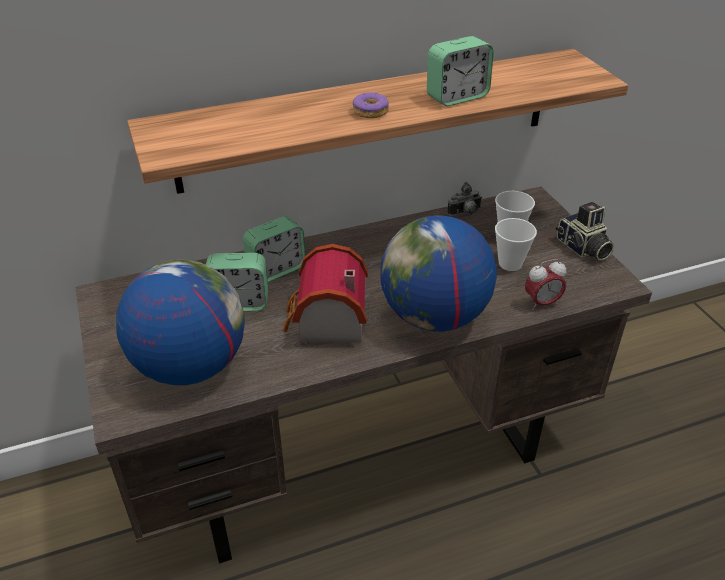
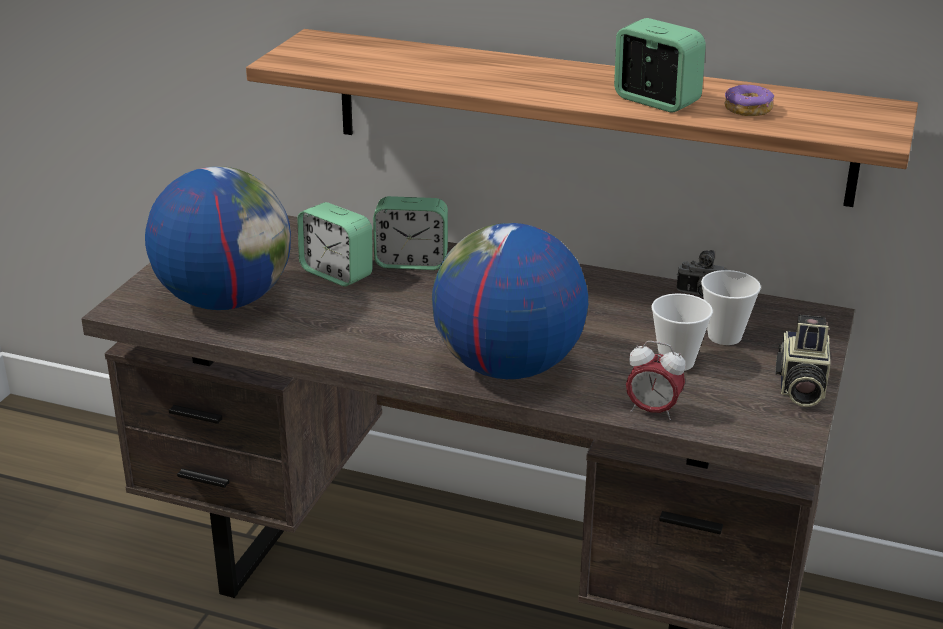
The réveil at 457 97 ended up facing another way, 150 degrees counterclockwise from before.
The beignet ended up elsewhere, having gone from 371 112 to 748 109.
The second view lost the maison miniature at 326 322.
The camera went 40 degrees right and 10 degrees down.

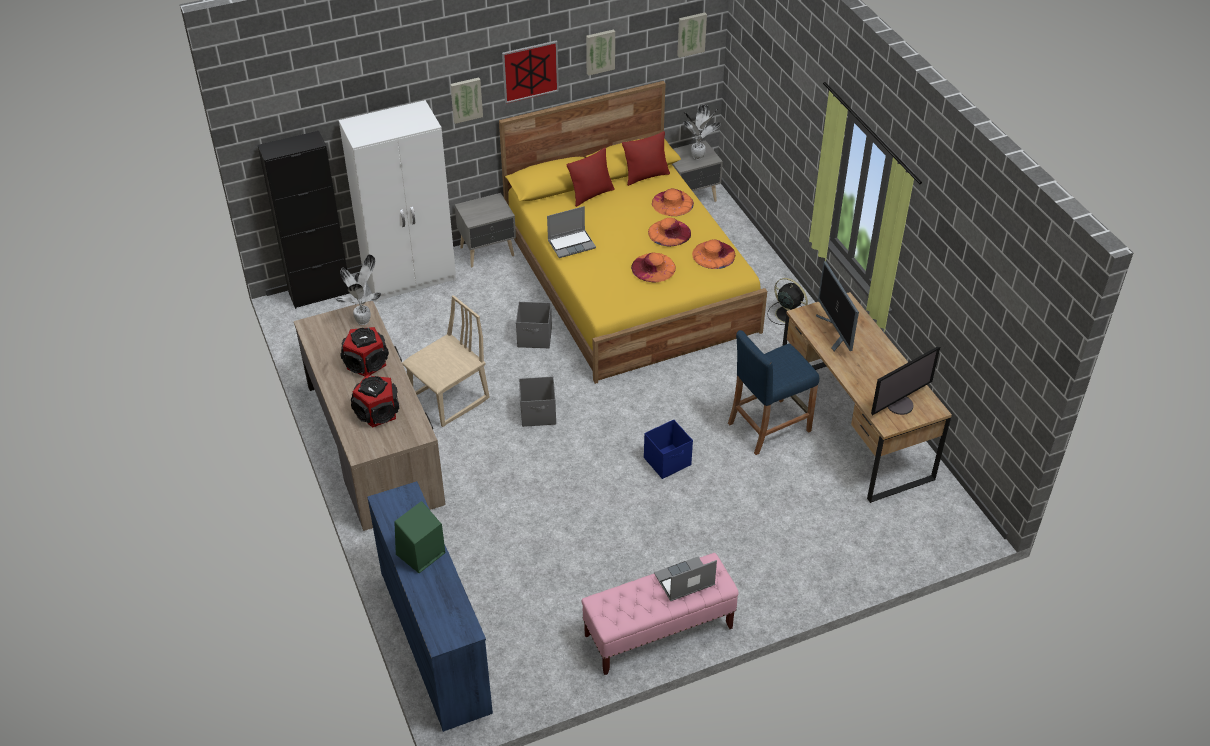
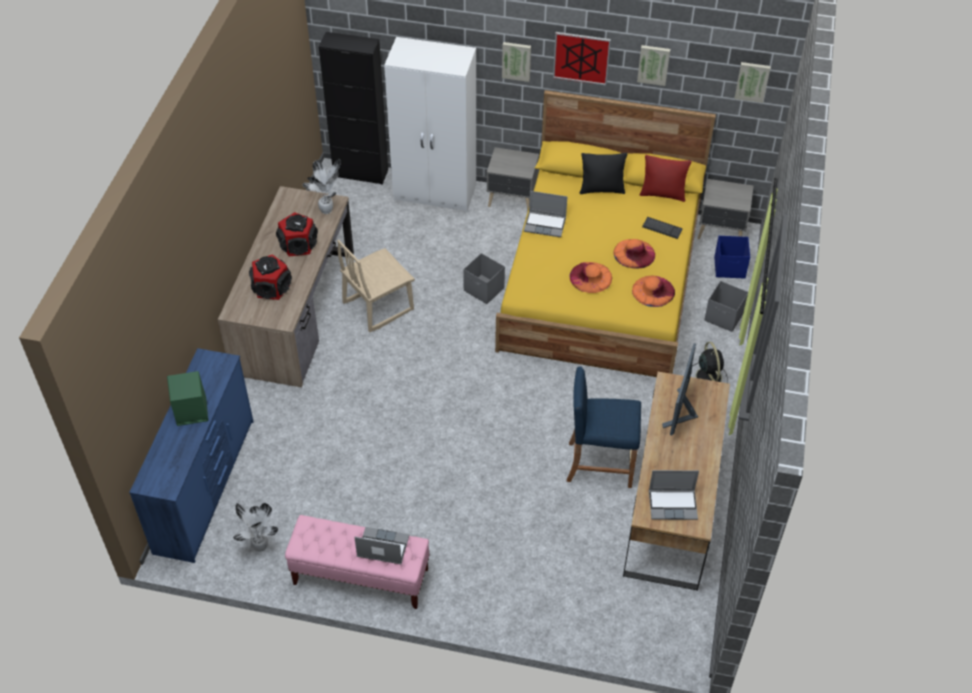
The plante en pot ended up elsewhere, having gone from 698 157 to 260 548.
What was the coussin/rouge at 591 195 turned into the coussin/noir at 601 189.
Where the chapeau/orange stood at 672 203, the clavier came to stand at 662 228.
The chaise/beige at 450 399 ended up facing another way, 150 degrees clockwise from before.
Where the écran d'ordinateur stood at 899 404, the ordinateur portable came to stand at 673 504.
The boîte de rangement/gris ended up elsewhere, having gone from 538 414 to 724 317.
The boîte de rangement/bleu ended up elsewhere, having gone from 668 461 to 730 268.
The camera went 35 degrees right and 5 degrees up.

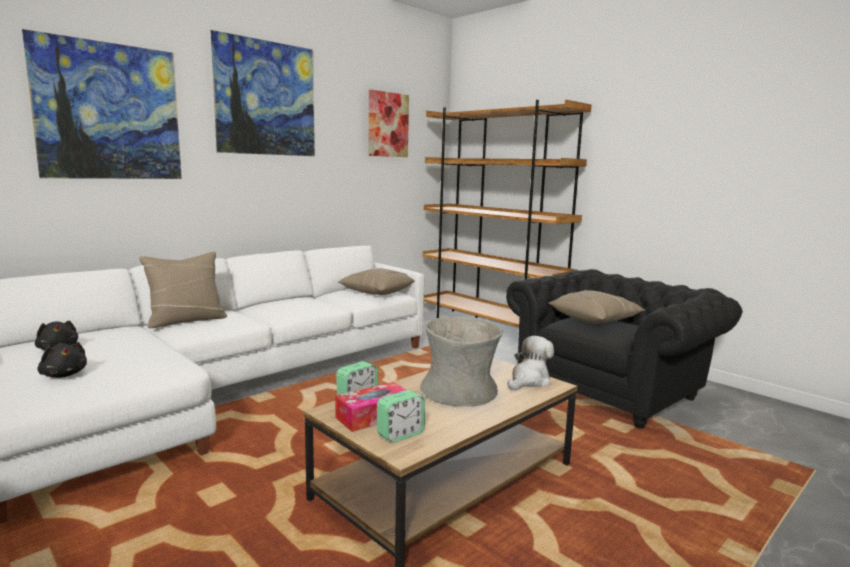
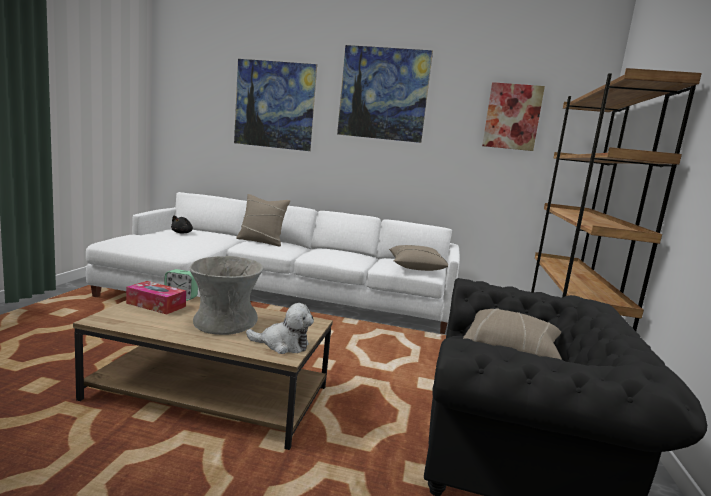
The second view lost the peluche/noir at 64 375.
The second view lost the réveil at 400 434.
The camera went 55 degrees right and 0 degrees up.

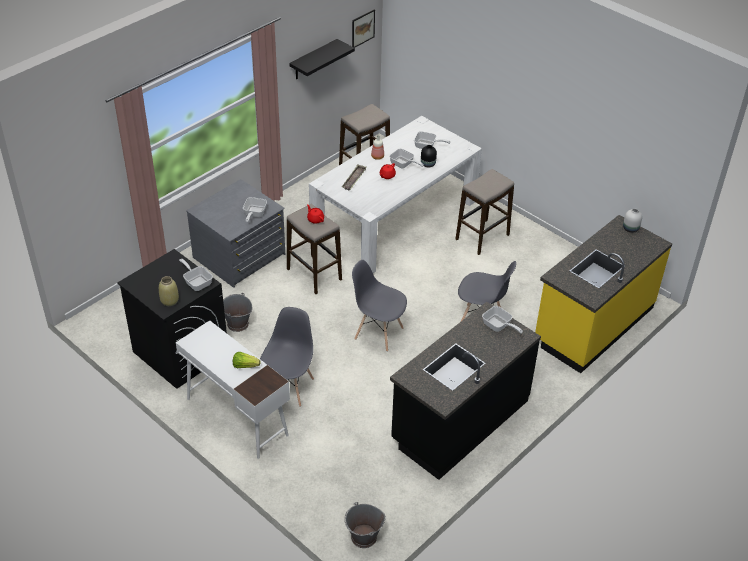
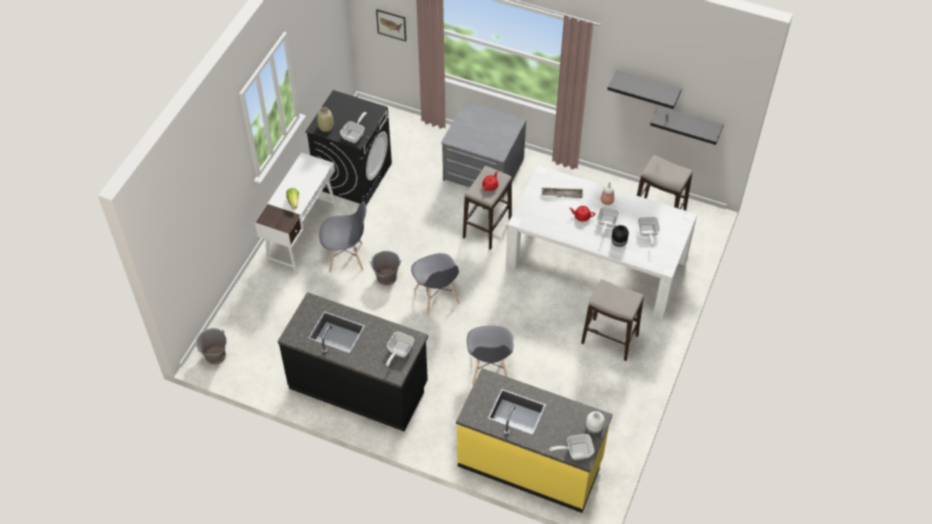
The tableau ended up elsewhere, having gone from 363 28 to 391 24.
The poêle ended up elsewhere, having gone from 254 214 to 575 451.
The chaise/gris at 378 333 ended up facing another way, 150 degrees clockwise from before.
The seau/gris ended up elsewhere, having gone from 237 324 to 386 277.
The second view gained the étagère/noir at 689 122.
The camera went 70 degrees right and 10 degrees up.

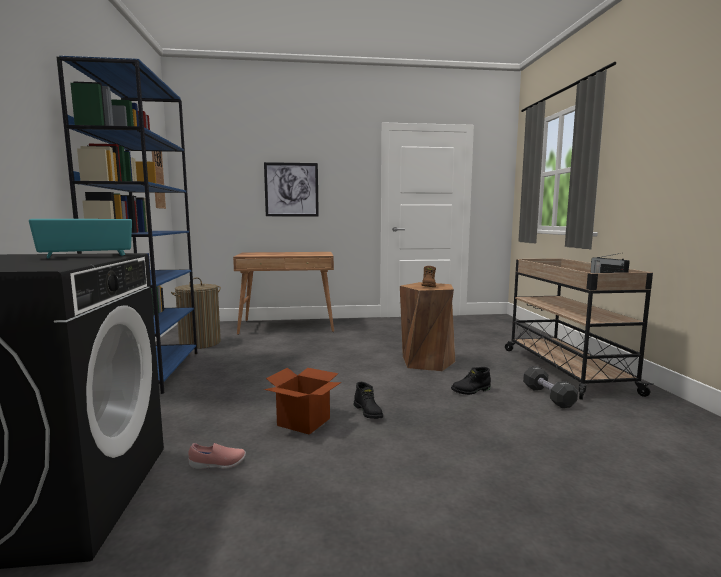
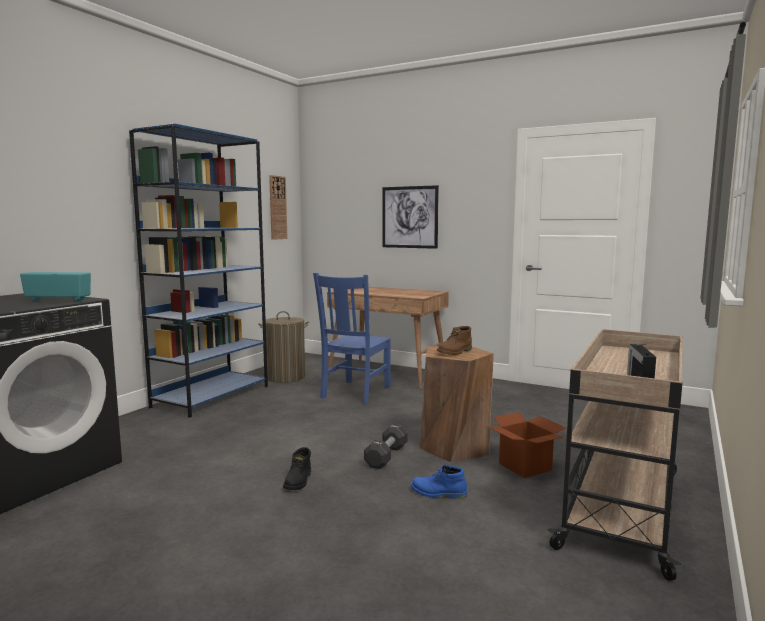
The haltère/noir ended up elsewhere, having gone from 548 396 to 386 456.
What was the botte/noir at 471 391 turned into the botte/bleu at 438 493.
The carton ended up elsewhere, having gone from 303 422 to 524 467.
The second view lost the chaussure/rose at 217 465.
The second view gained the chaise/bleu at 355 393.
The camera went 35 degrees right and 0 degrees up.

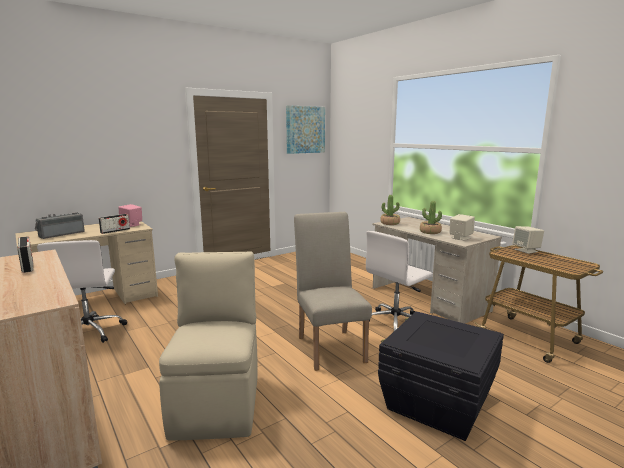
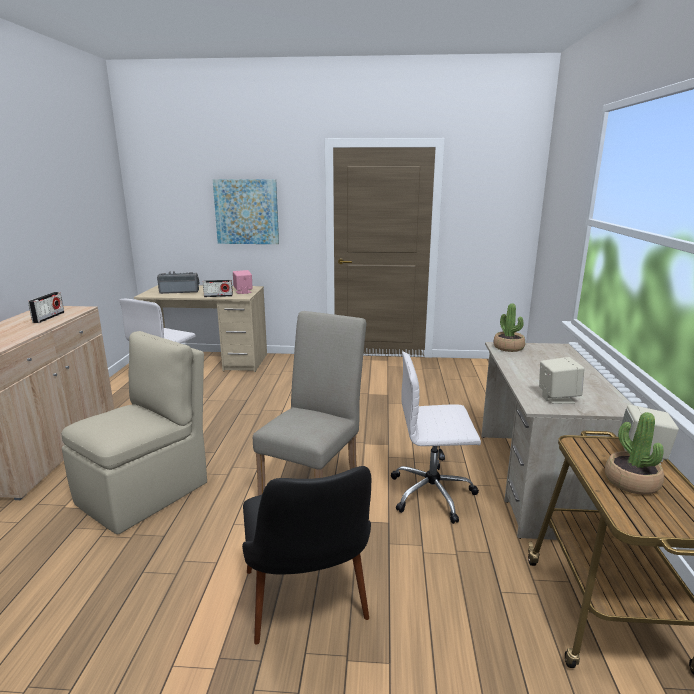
The tableau ended up elsewhere, having gone from 305 129 to 246 212.
The plante en pot ended up elsewhere, having gone from 430 232 to 631 482.
Where the boîte de rangement/noir stood at 436 403, the chaise/noir came to stand at 309 612.
The camera went 40 degrees right and 5 degrees up.

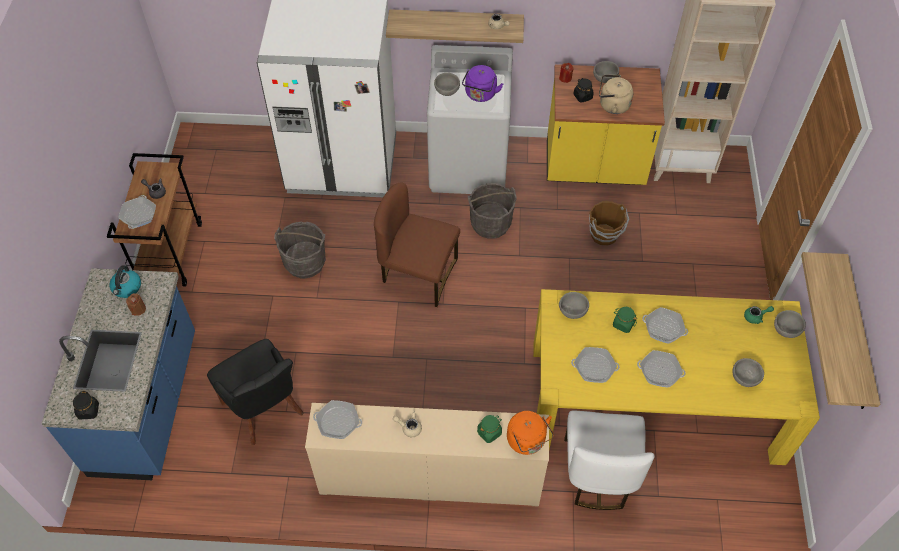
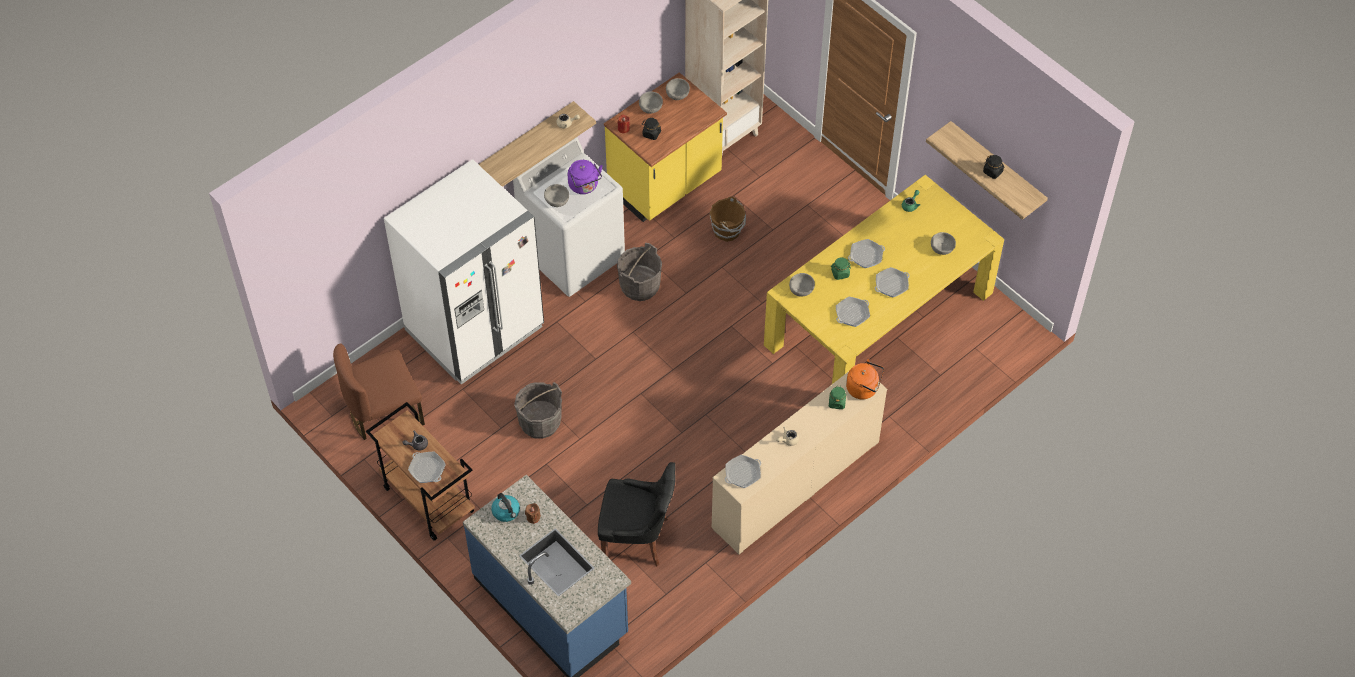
The second view lost the bouilloire/beige at 612 105.
The chaise/marron ended up elsewhere, having gone from 418 274 to 384 412.
The bol/gris ended up elsewhere, having gone from 787 330 to 678 94.
The bocal/noir ended up elsewhere, having gone from 88 411 to 993 172.
The second view lost the chaise/blanc at 598 473.
The camera went 45 degrees left and 0 degrees up.

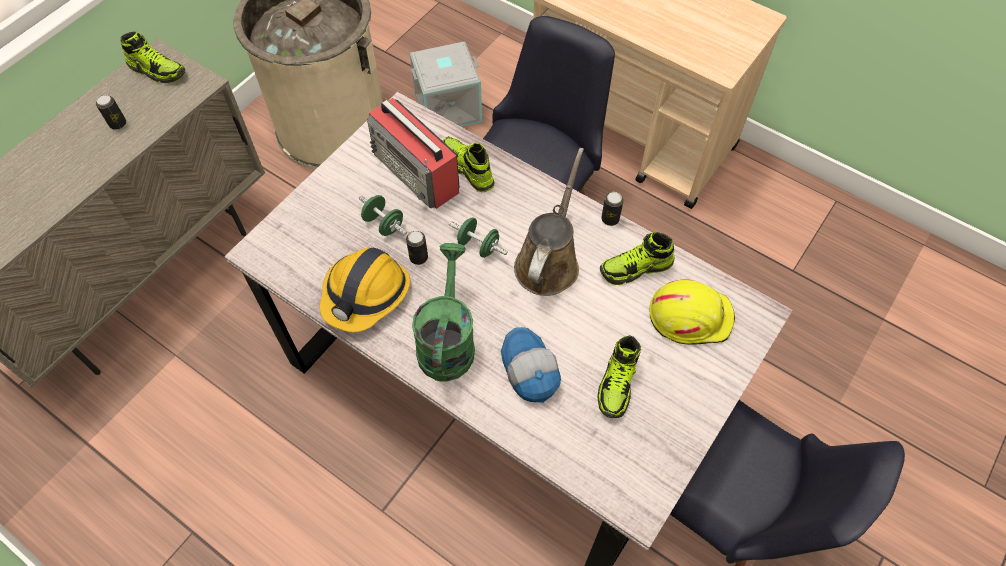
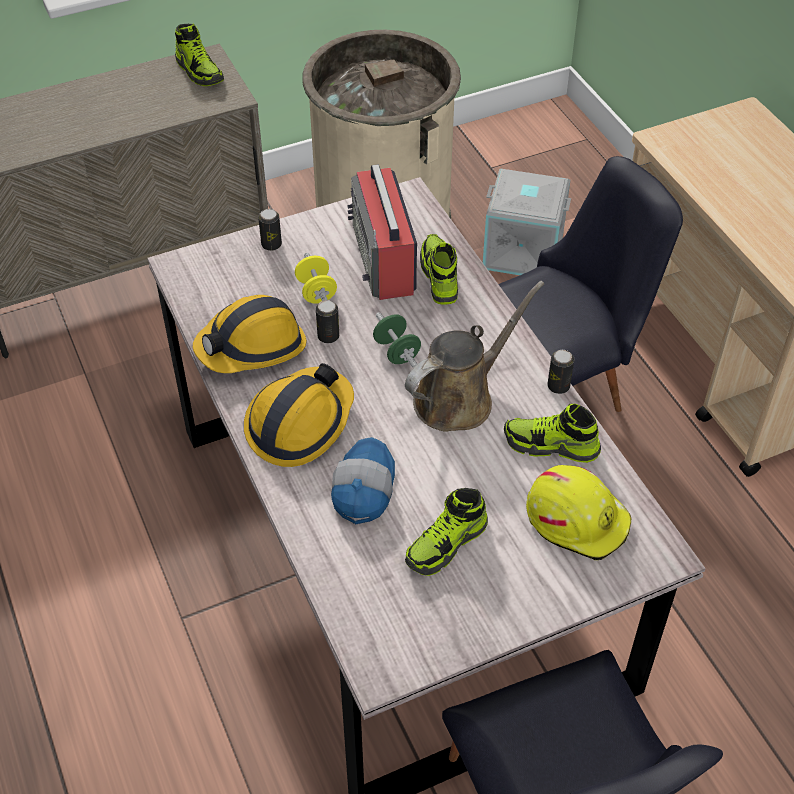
The boîte métallique ended up elsewhere, having gone from 118 124 to 271 244.
What was the haltère/vert at 384 224 turned into the haltère/jaune at 316 292.
Where the arrosoir/vert stood at 446 341, the casque de chantier came to stand at 300 423.
The camera went 30 degrees right and 10 degrees down.

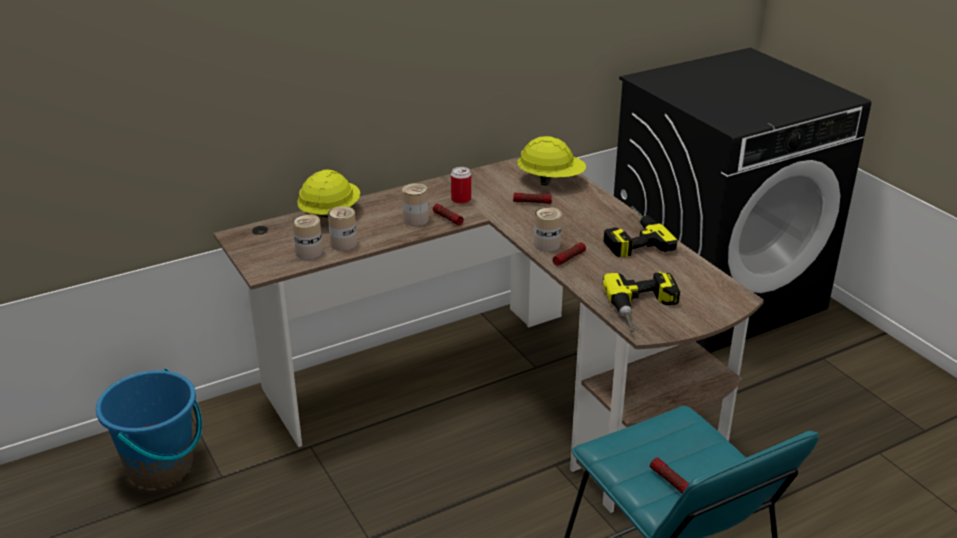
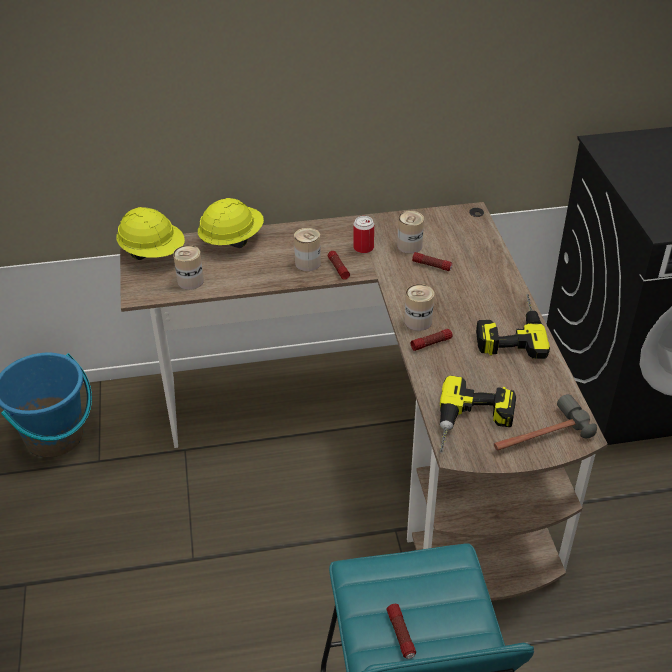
The casque de chantier/jaune ended up elsewhere, having gone from 551 180 to 153 253.
The boîte métallique ended up elsewhere, having gone from 343 243 to 409 246.
The second view gained the marteau at 539 435.
The camera went 20 degrees right and 10 degrees up.

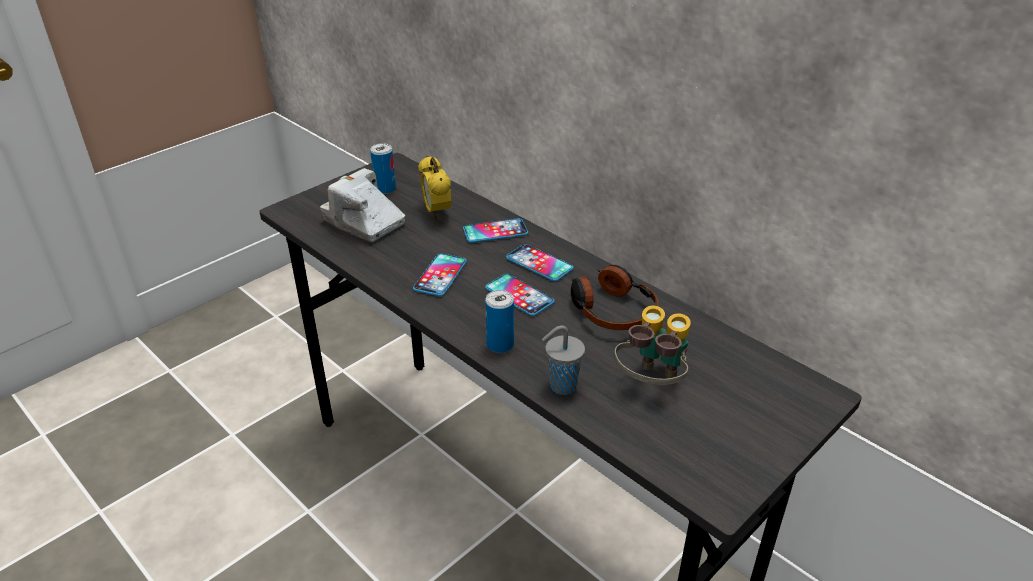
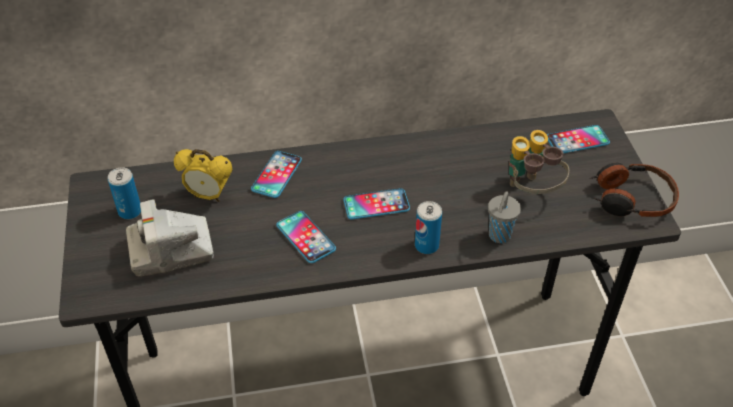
The téléphone ended up elsewhere, having gone from 539 263 to 577 140.
The casque audio ended up elsewhere, having gone from 611 309 to 631 199.
The camera went 55 degrees left and 10 degrees up.

